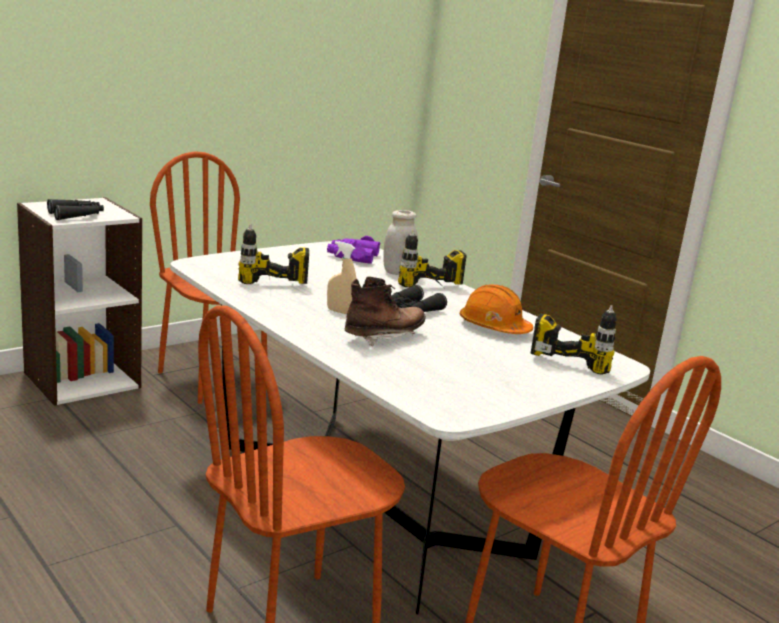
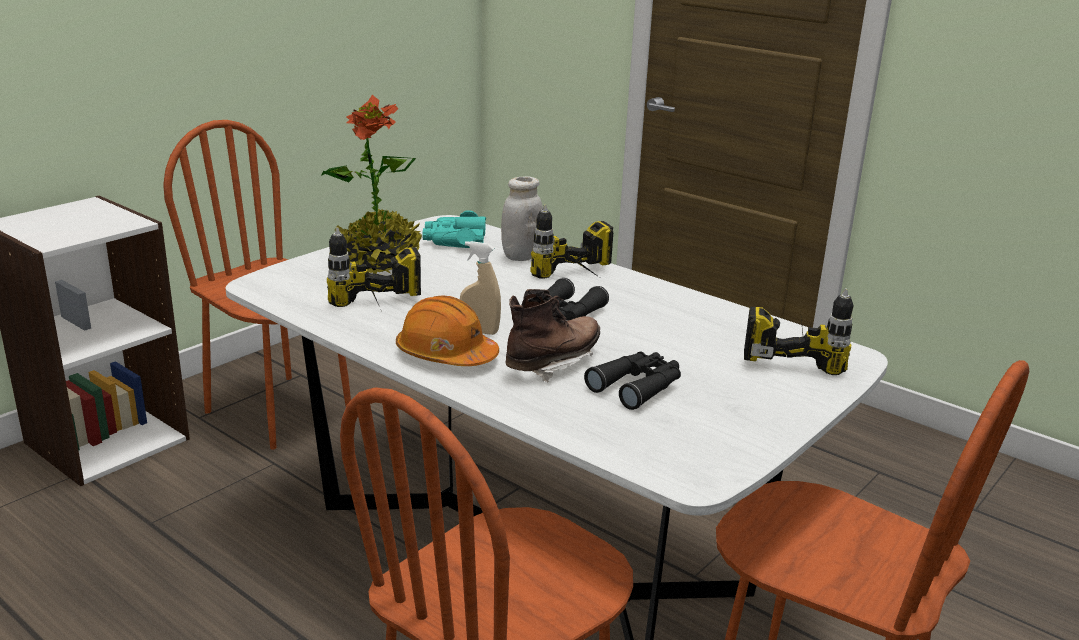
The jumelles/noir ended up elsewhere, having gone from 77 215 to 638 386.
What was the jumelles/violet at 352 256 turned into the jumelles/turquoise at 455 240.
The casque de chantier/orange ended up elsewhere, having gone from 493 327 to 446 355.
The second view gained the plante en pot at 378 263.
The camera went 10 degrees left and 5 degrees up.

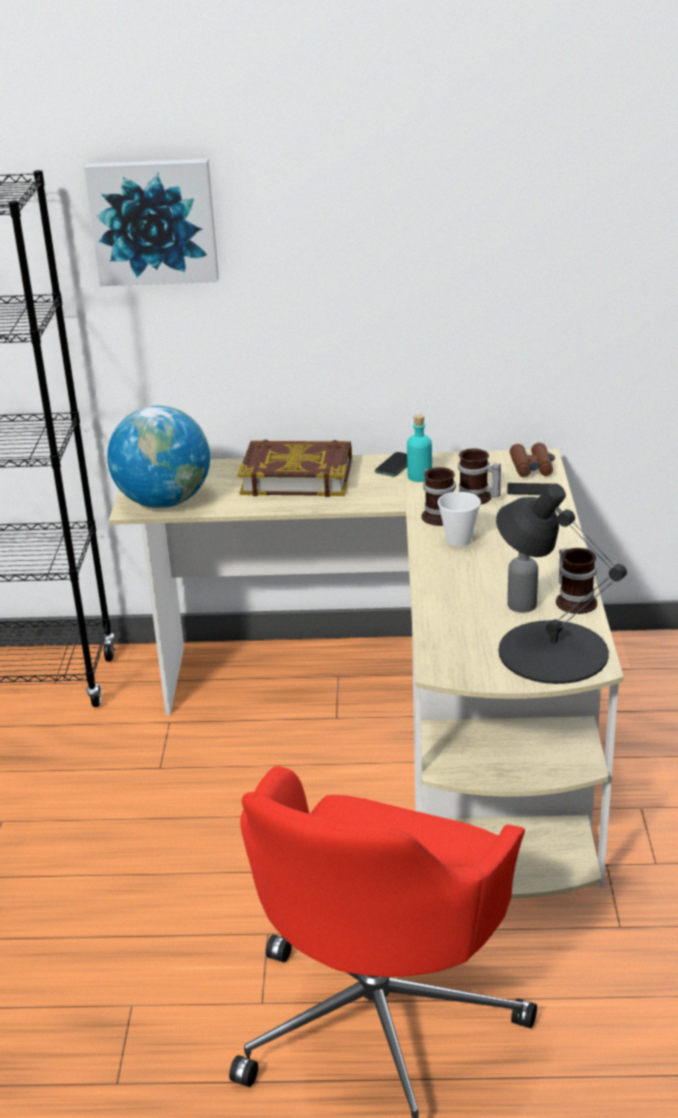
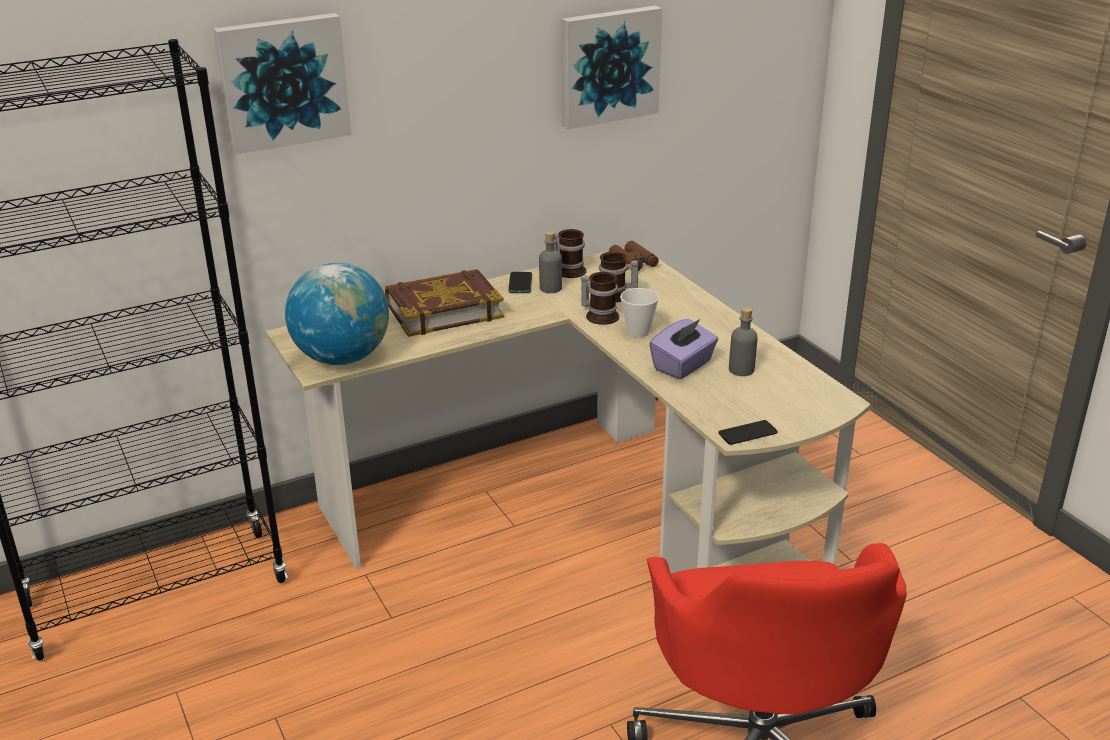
What was the bouteille/turquoise at 419 476 turned into the bouteille/gris at 550 288.
The téléphone ended up elsewhere, having gone from 532 490 to 747 433.
The second view lost the lampe de table/noir at 551 651.
The mug ended up elsewhere, having gone from 575 600 to 569 270.
The second view gained the tableau at 608 65.
The second view gained the boîte à mouchoirs/violet at 683 366.
The camera went 30 degrees left and 0 degrees up.

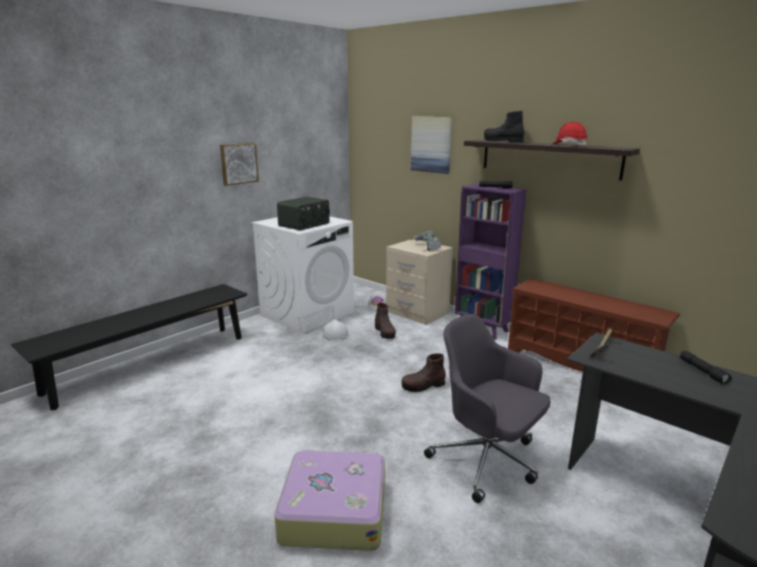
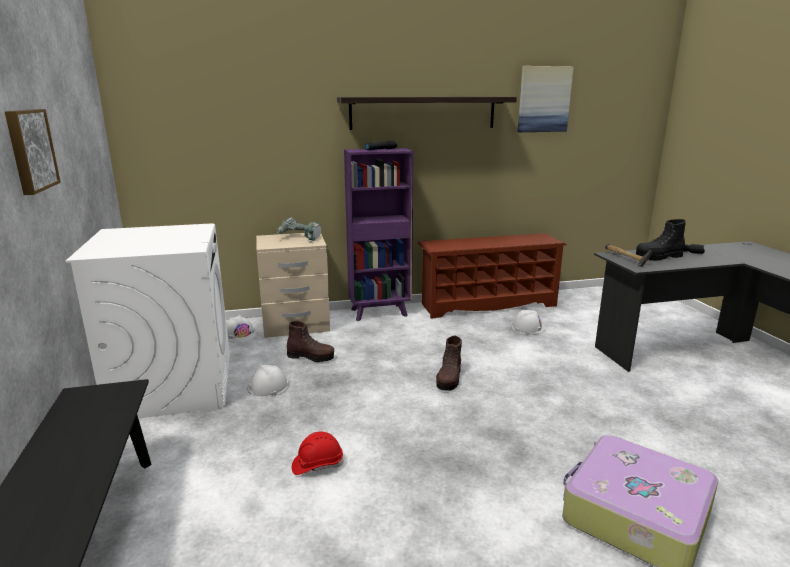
The botte/noir ended up elsewhere, having gone from 502 141 to 658 257.
The tableau ended up elsewhere, having gone from 431 144 to 544 99.
The casque de chantier/rouge ended up elsewhere, having gone from 569 145 to 317 464.
The second view lost the radio at 304 225.
The second view lost the chaise de bureau/gris at 487 461.
The second view gained the casque de chantier/blanc at 528 328.
The camera went 55 degrees left and 0 degrees up.

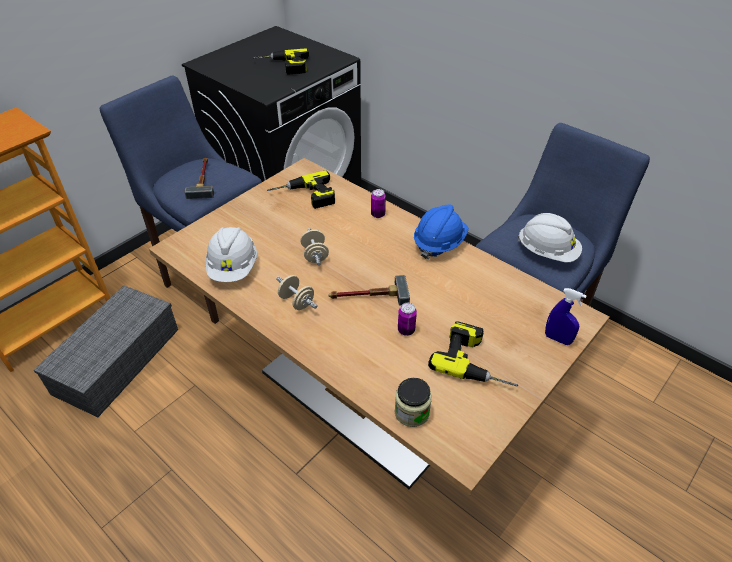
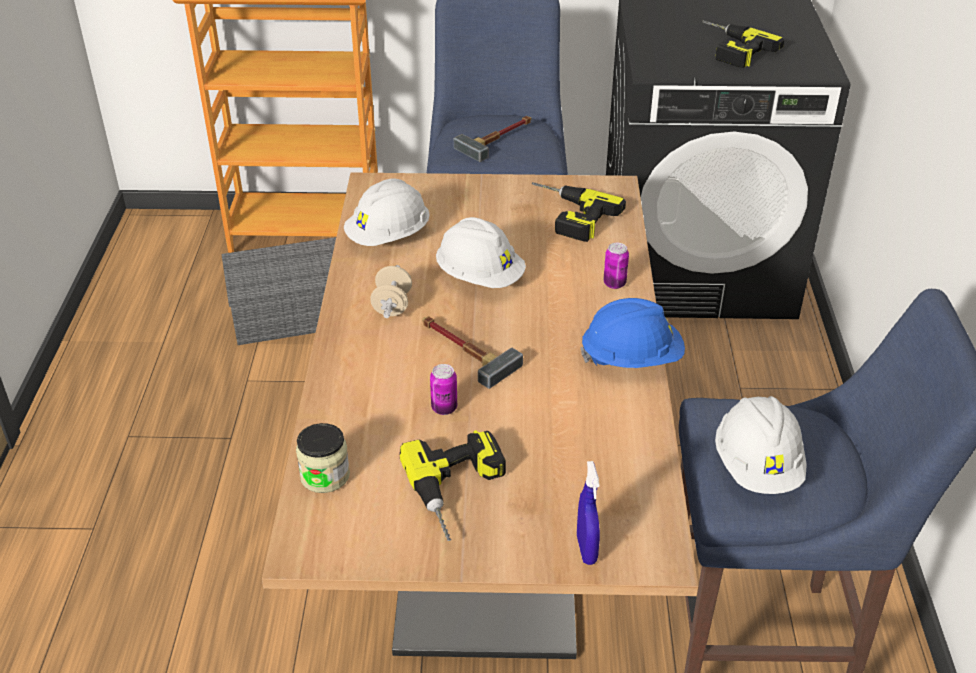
Where the haltère/beige stood at 315 255, the casque de chantier/blanc came to stand at 480 277.
The camera went 50 degrees right and 5 degrees down.

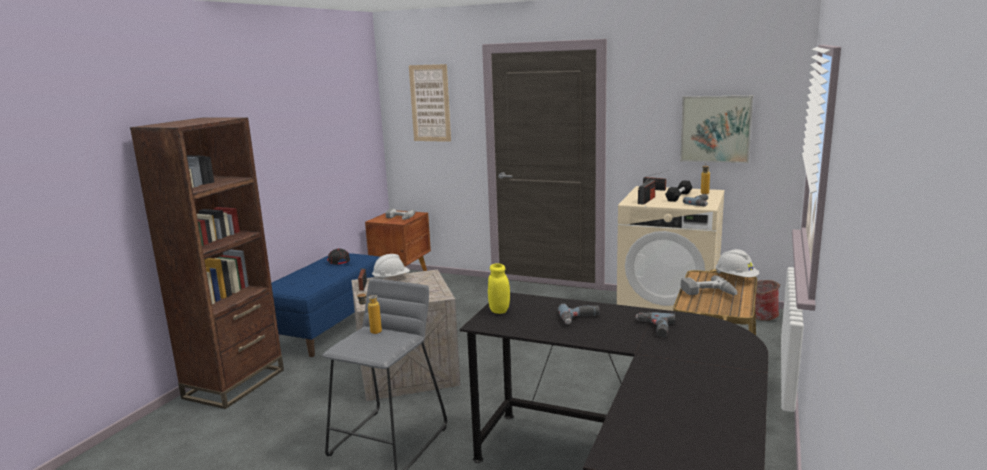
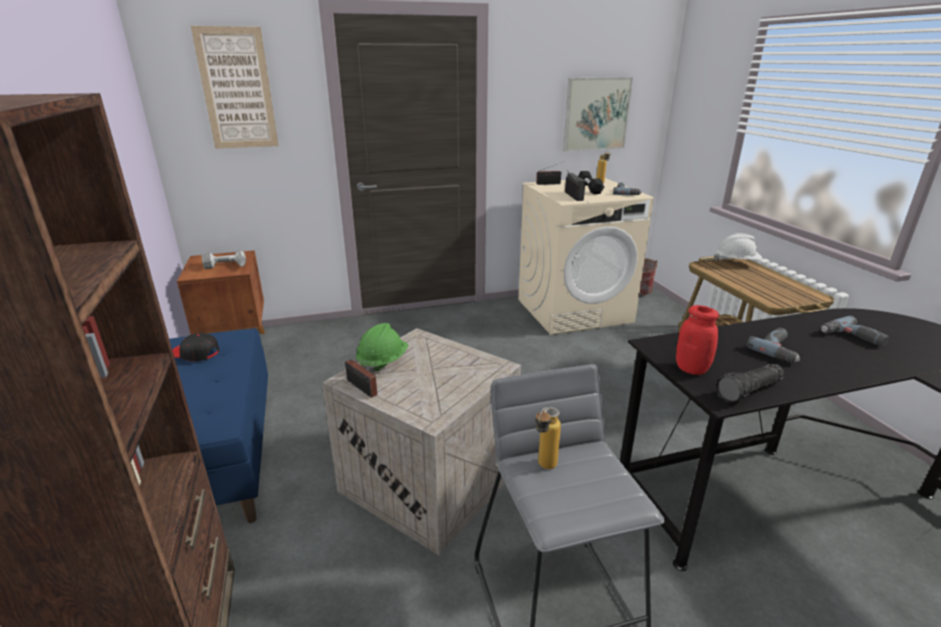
What was the casque de chantier/blanc at 391 279 turned into the casque de chantier/vert at 382 361.
What was the bocal/jaune at 499 310 turned into the bocal/rouge at 691 369.
The second view lost the perceuse at 709 293.
The second view gained the lampe de poche at 750 391.
The camera went 40 degrees left and 10 degrees up.

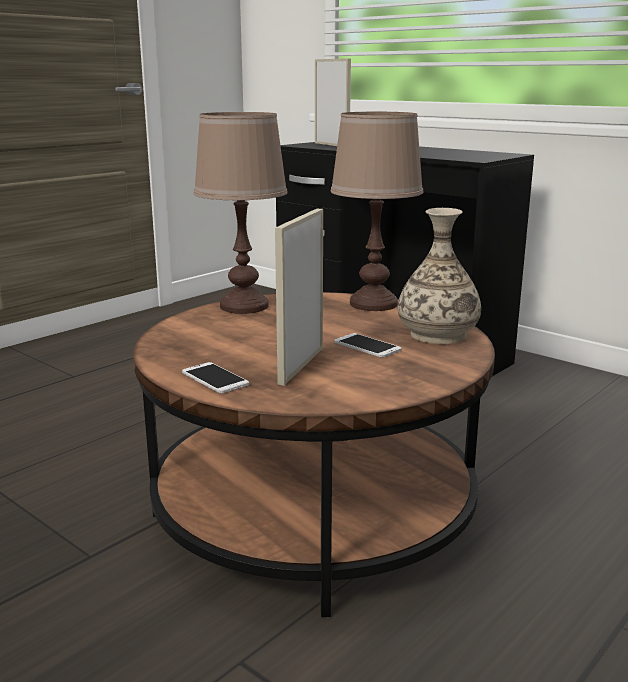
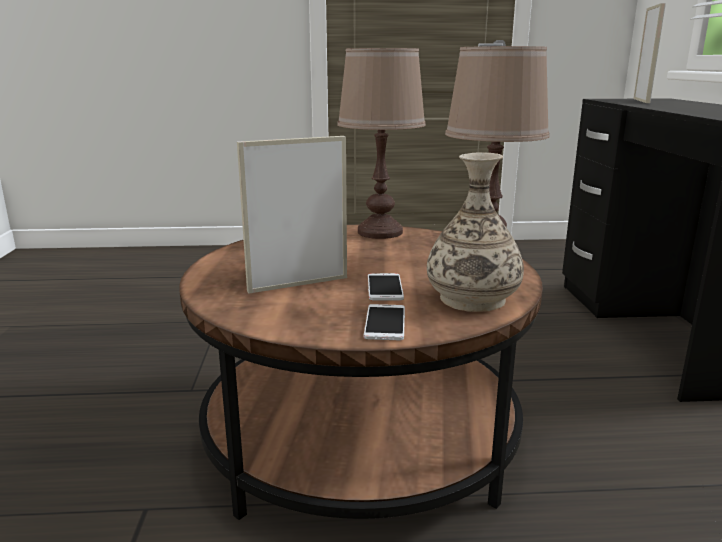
The téléphone ended up elsewhere, having gone from 215 378 to 385 323.
The camera went 45 degrees right and 0 degrees up.

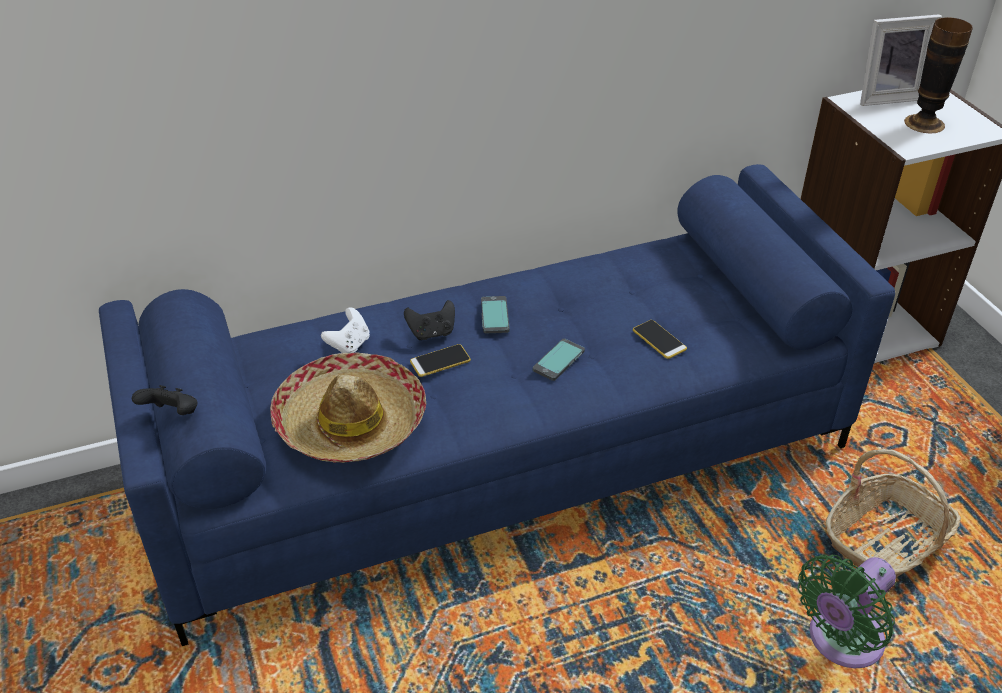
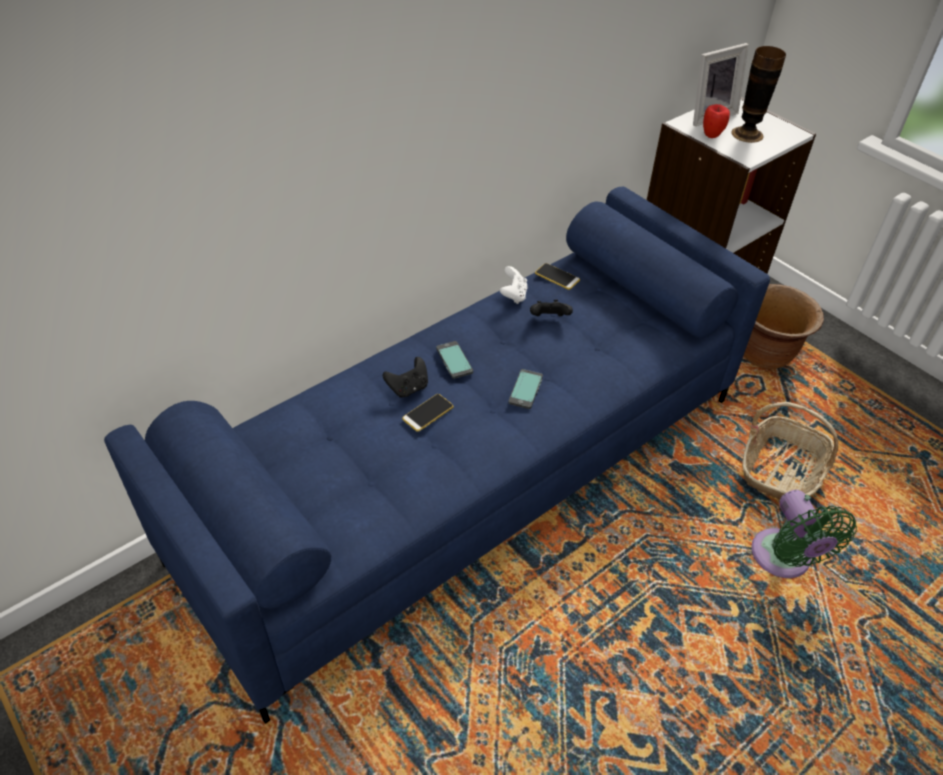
The manette/blanc ended up elsewhere, having gone from 349 345 to 513 295.
The téléphone ended up elsewhere, having gone from 659 340 to 557 277.
The second view lost the chapeau at 350 422.
The manette/noir ended up elsewhere, having gone from 172 414 to 549 319.
The ventilateur/vert at 840 642 ended up facing another way, 45 degrees counterclockwise from before.
The second view gained the pomme at 711 135.
The second view gained the cache-pot/marron at 765 355.
The camera went 20 degrees left and 5 degrees up.

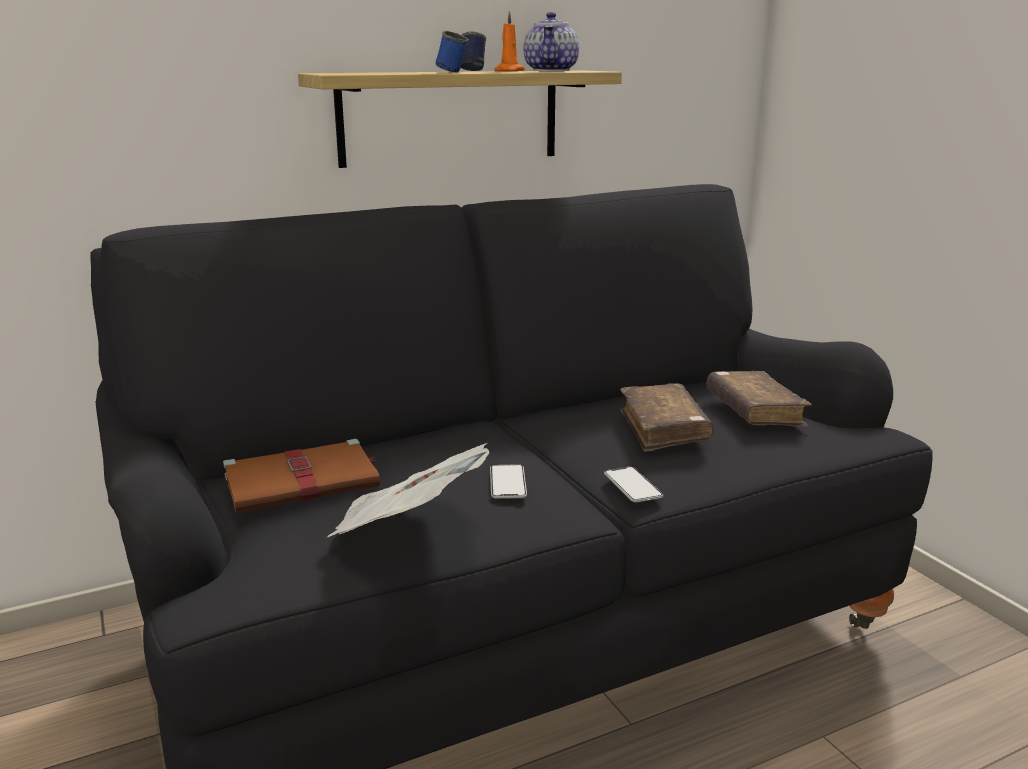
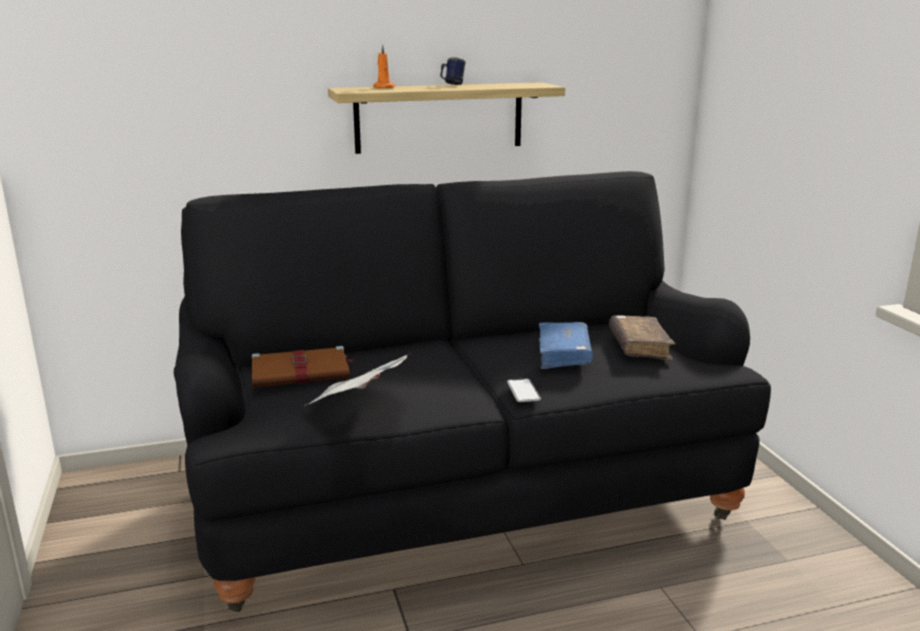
The bougie/orange ended up elsewhere, having gone from 508 71 to 383 87.
The second view lost the théière at 551 70.
The second view lost the mug/bleu at 454 72.
What was the livre/marron at 663 429 turned into the livre/bleu at 564 354.
The second view lost the téléphone at 508 483.
The camera went 10 degrees right and 0 degrees up.

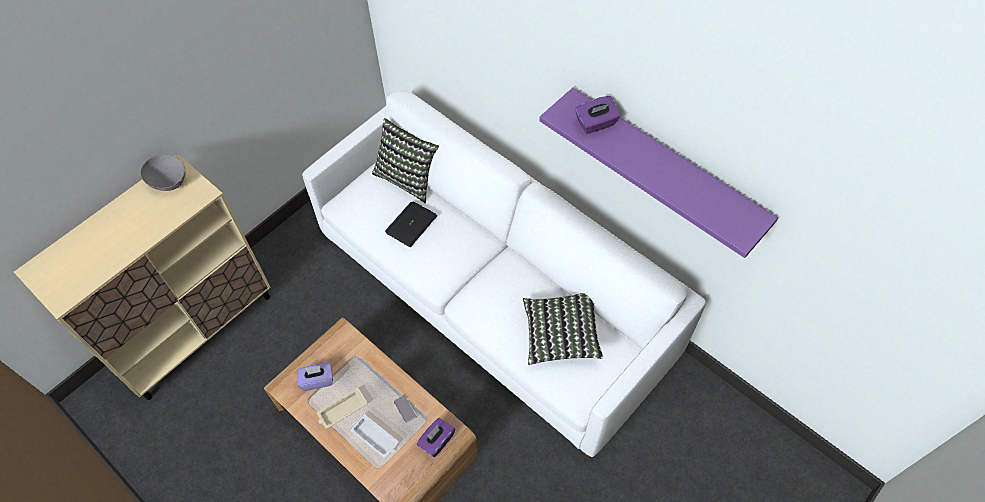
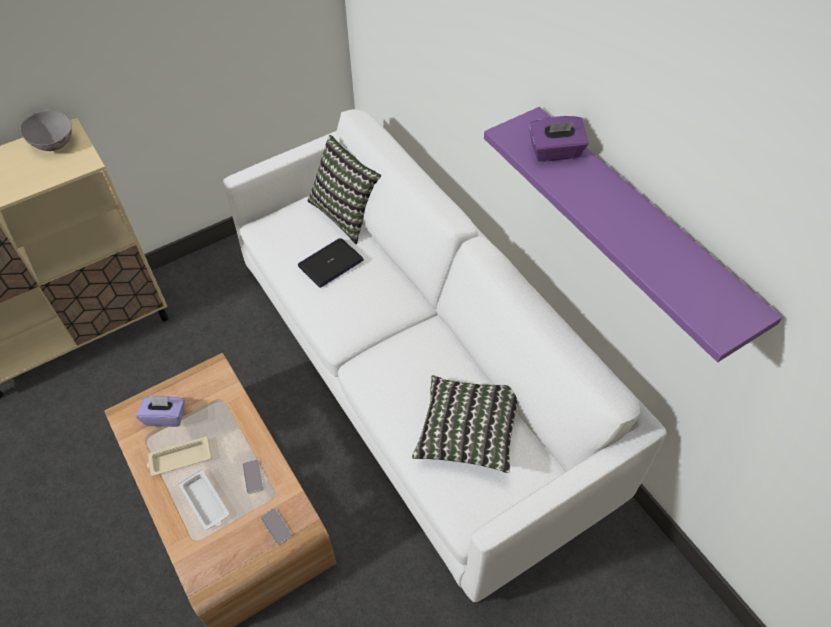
Where the boîte à mouchoirs/violet stood at 436 441, the téléphone came to stand at 276 526.
The camera went 15 degrees right and 5 degrees down.

